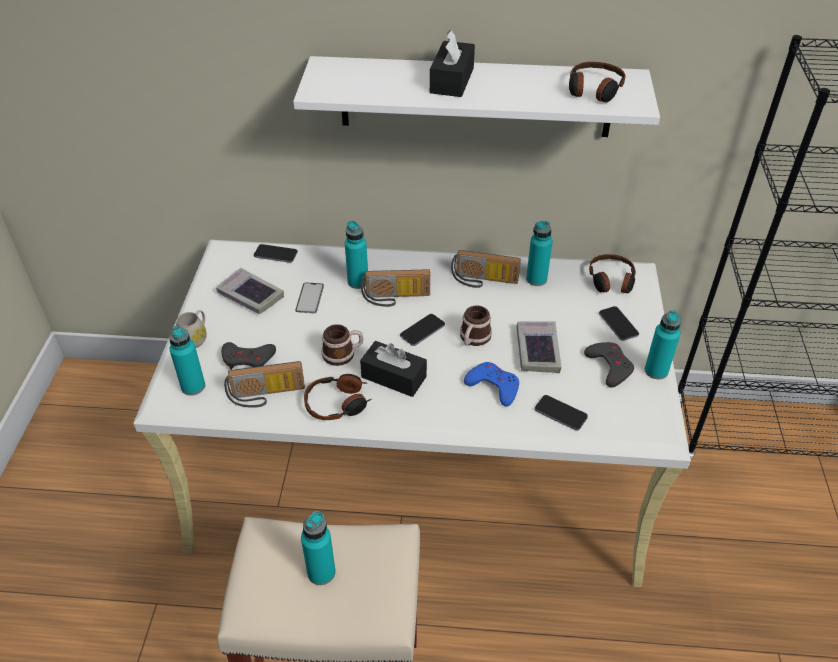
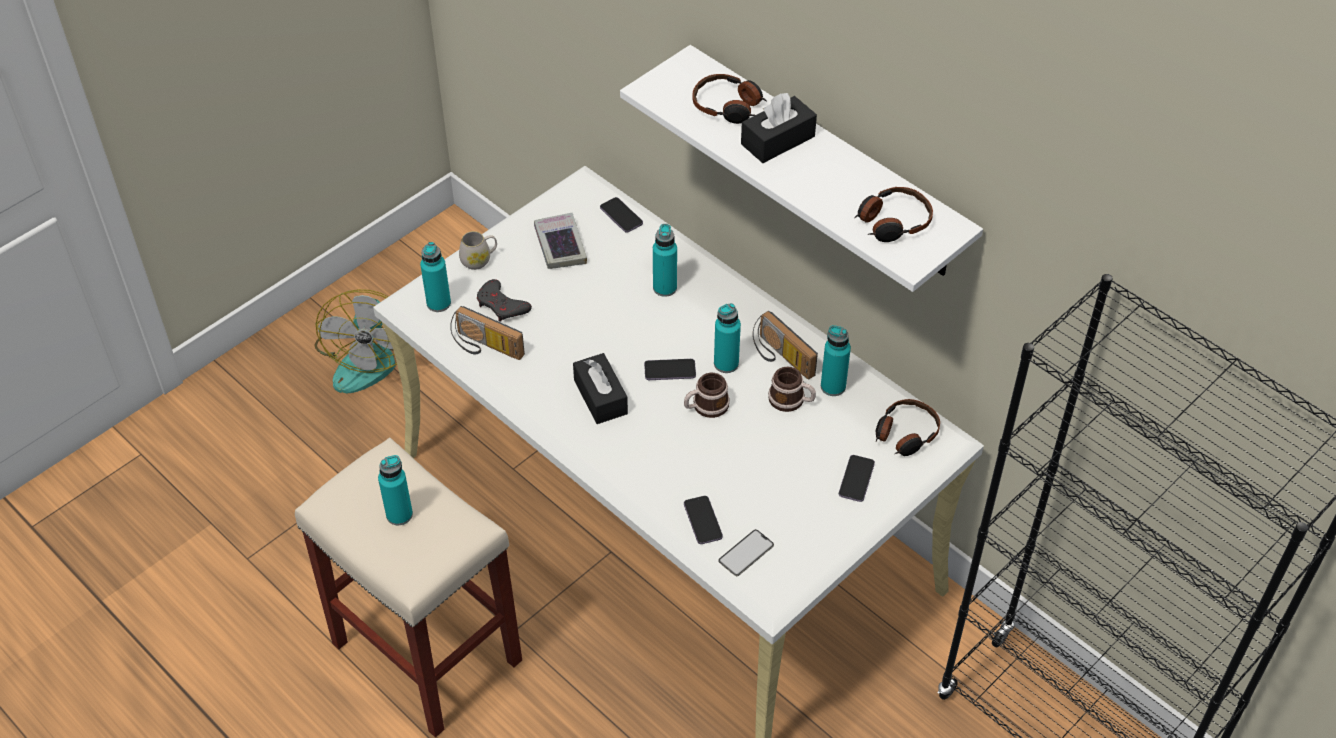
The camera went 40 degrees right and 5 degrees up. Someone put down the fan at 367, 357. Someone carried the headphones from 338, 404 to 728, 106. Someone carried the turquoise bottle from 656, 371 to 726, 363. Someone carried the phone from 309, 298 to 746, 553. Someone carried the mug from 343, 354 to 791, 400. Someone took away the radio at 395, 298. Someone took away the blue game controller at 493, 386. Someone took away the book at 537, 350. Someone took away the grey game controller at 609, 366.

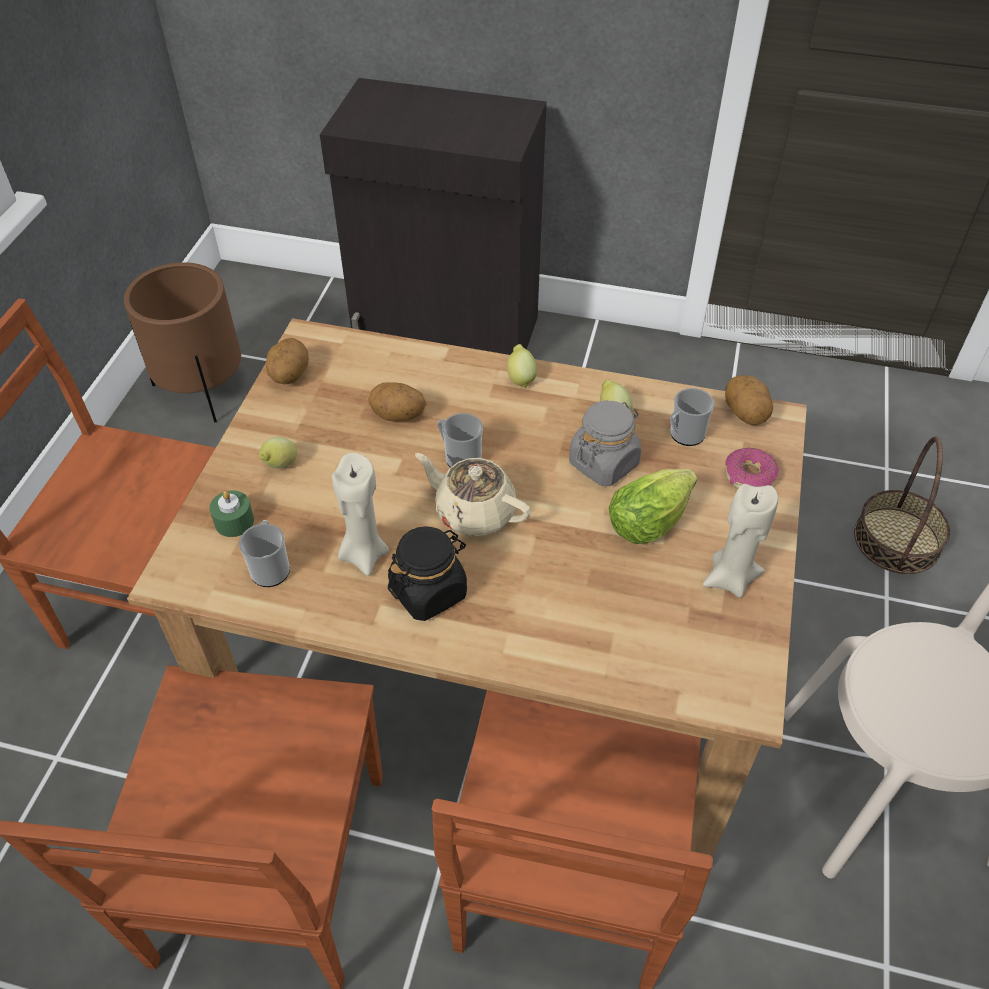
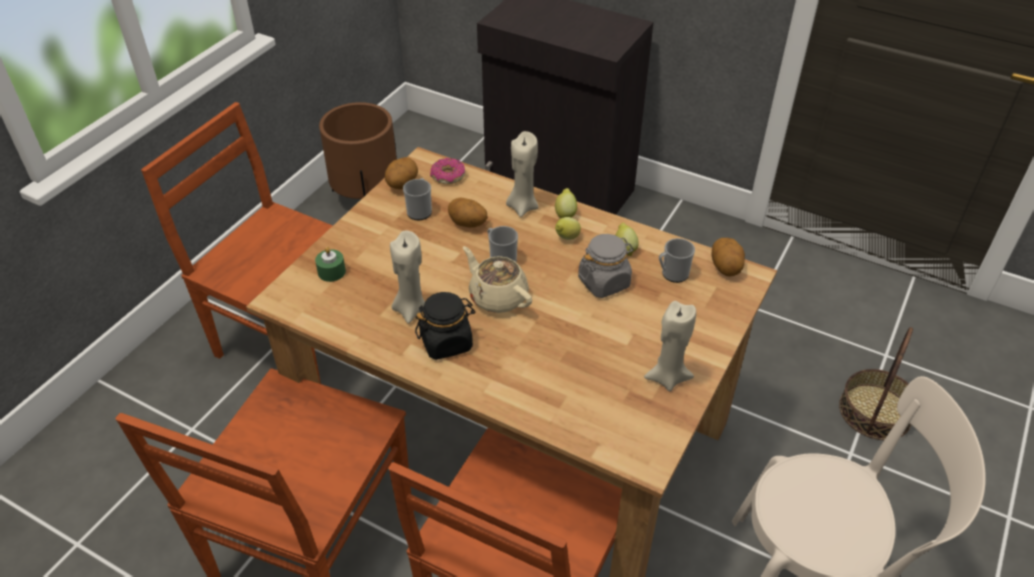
The camera went 15 degrees right and 5 degrees down. Someone carried the mug from 270, 567 to 420, 210. Someone carried the donut from 748, 476 to 448, 176. Someone put down the beige candle at 522, 206. Someone carried the lemon from 280, 466 to 566, 238. Someone took away the lettuce at 652, 519.

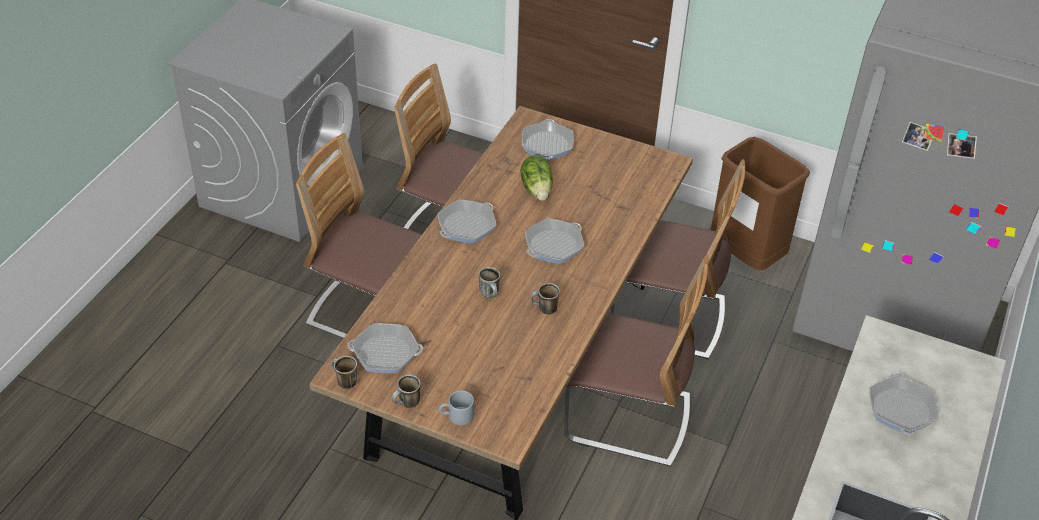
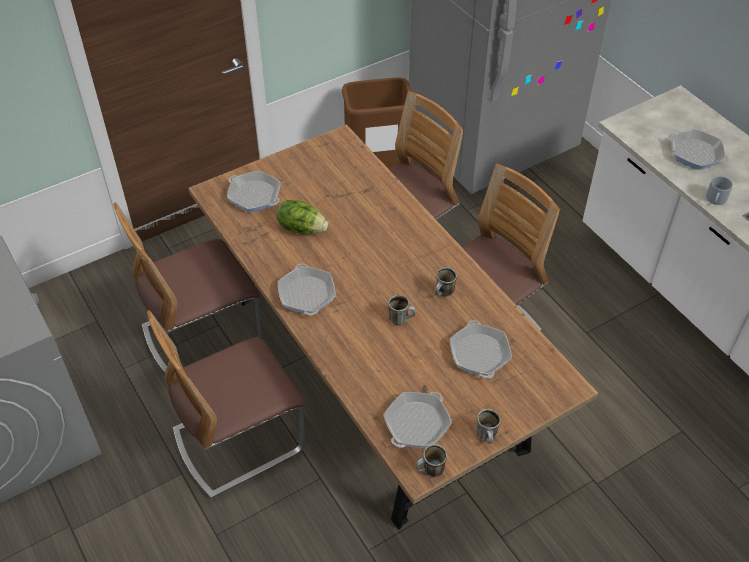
The camera went 55 degrees left and 5 degrees up. Someone carried the frying pan from 554, 246 to 479, 354. Someone carried the grey mug from 456, 416 to 716, 200.

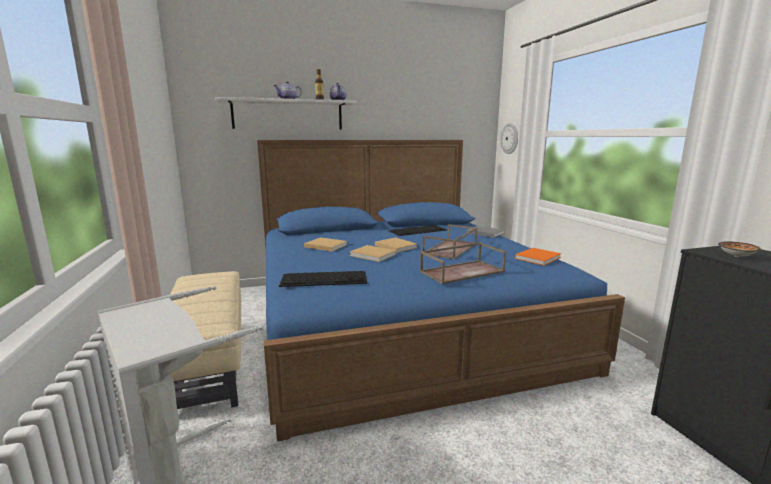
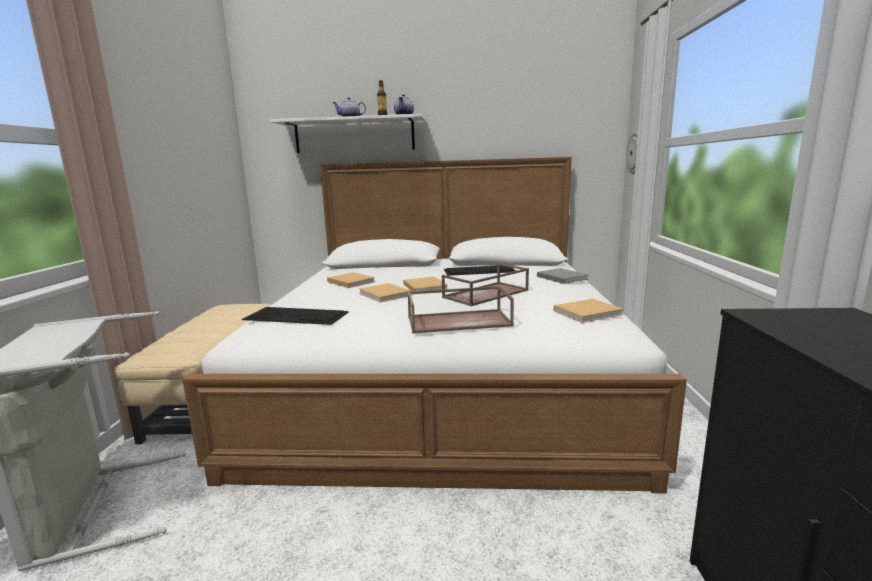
The camera went 20 degrees right and 0 degrees up. Someone repainted the blue bed at 400, 319, which became the white bed at 441, 377. Someone repainted the orange book at 538, 258, which became the beige book at 589, 312. Someone took away the bowl at 737, 256.

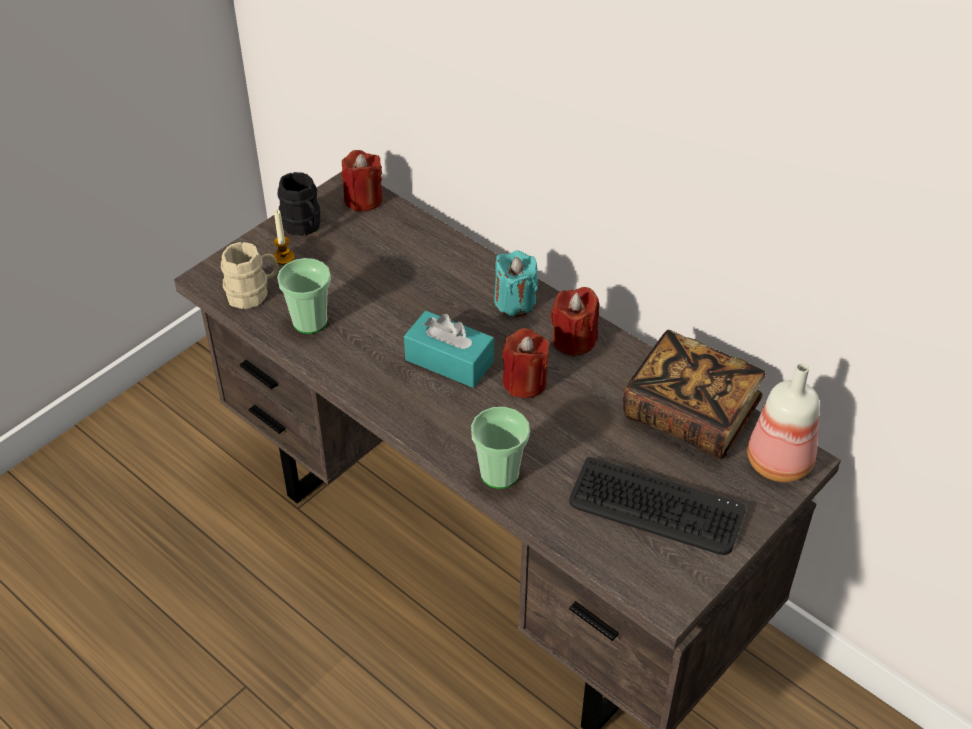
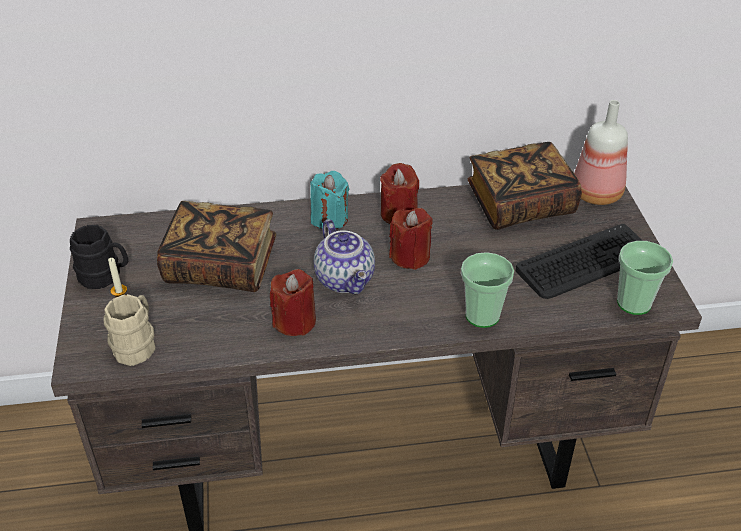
The camera went 50 degrees left and 5 degrees down. Someone put down the book at 221, 266. Someone carried the red candle from 363, 199 to 295, 321. Someone swapped the turquoise tissue box at 449, 360 for the teapot at 346, 280. Someone carried the cup from 310, 321 to 634, 303.

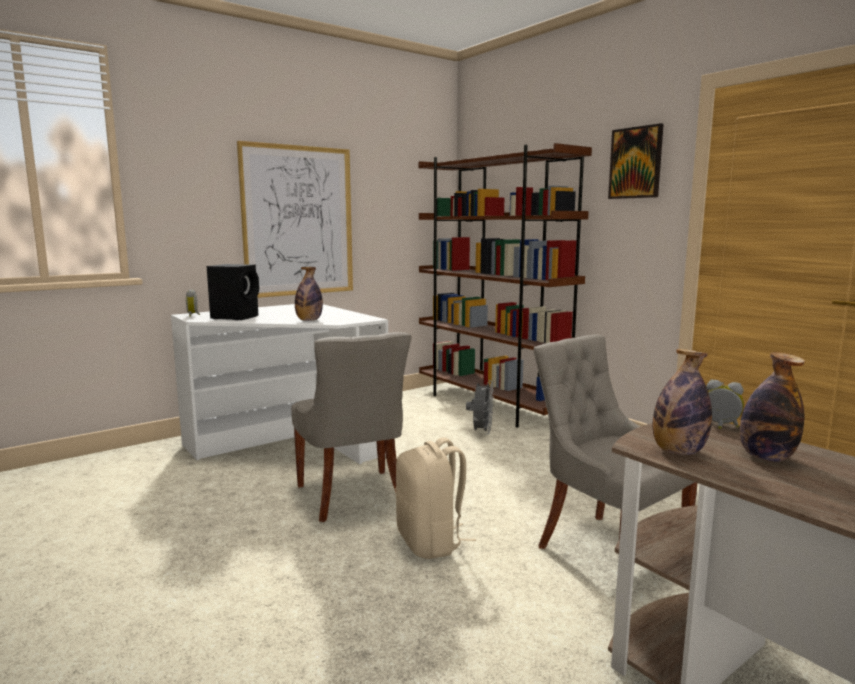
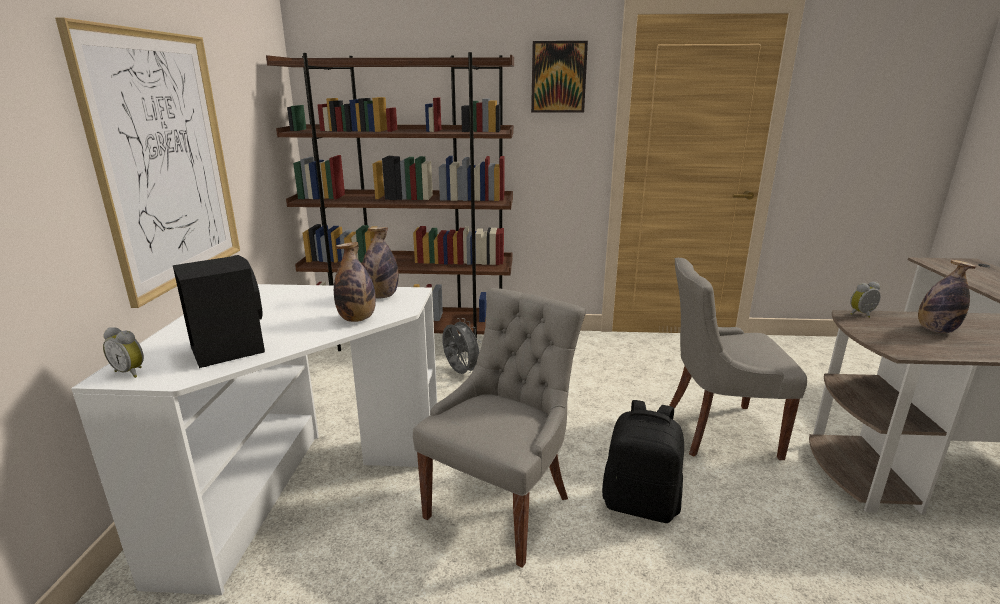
The camera went 50 degrees left and 10 degrees up. Someone carried the bottle from 678, 452 to 381, 296. Someone rotated the grey chair at 353, 496 by 75 degrees counterclockwise. Someone repainted the beige backpack at 431, 542, which became the black backpack at 640, 503.

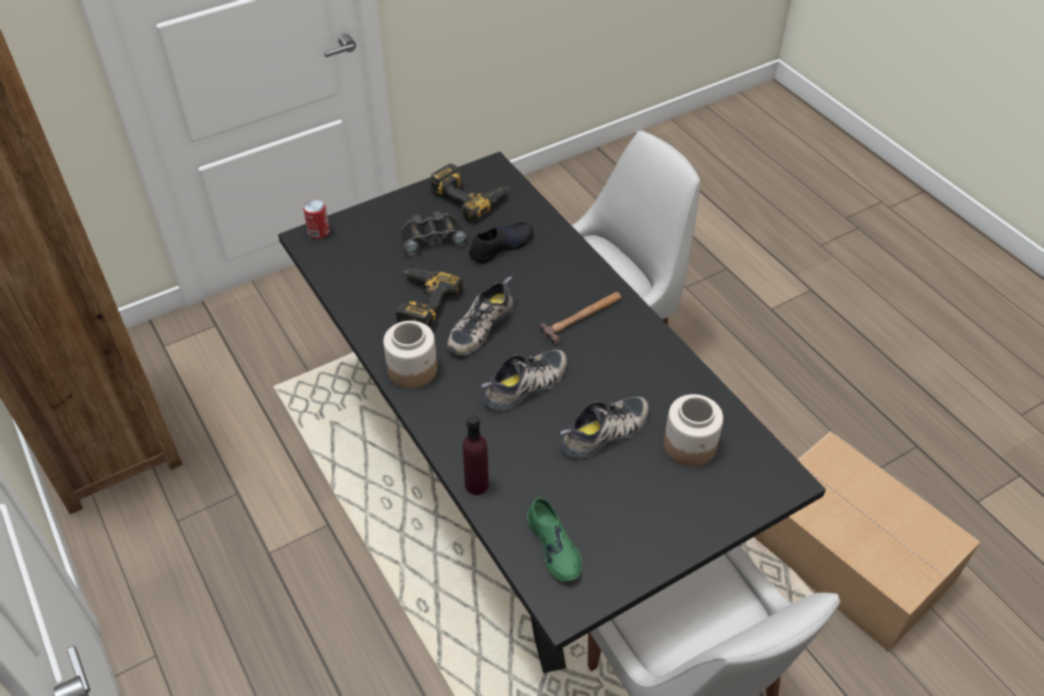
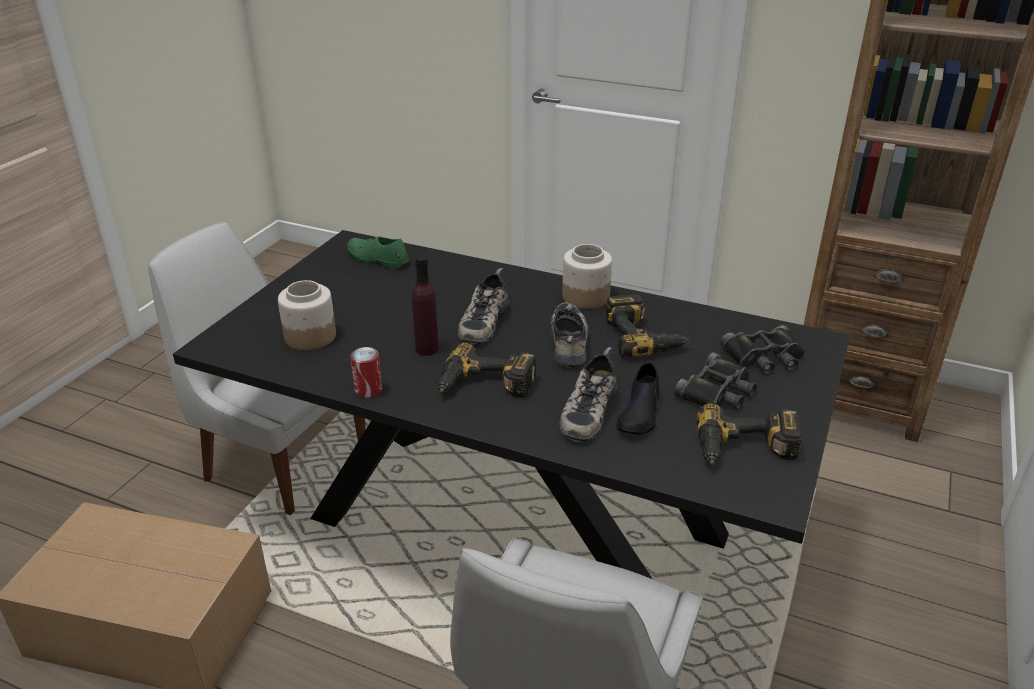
The camera went 145 degrees right and 15 degrees down. Someone carried the can from 319, 232 to 368, 390. Someone carried the purple bottle from 477, 485 to 427, 349. Someone swapped the hammer at 583, 317 for the power drill at 484, 386. Someone carried the shoe from 605, 434 to 587, 409. Someone put down the black binoculars at 765, 357.

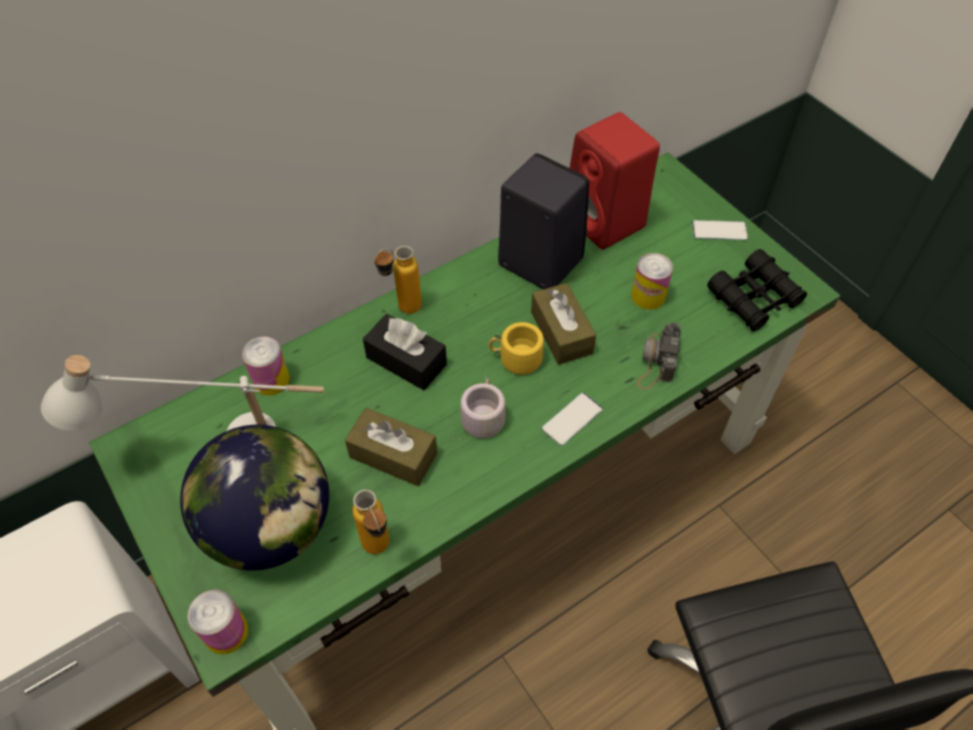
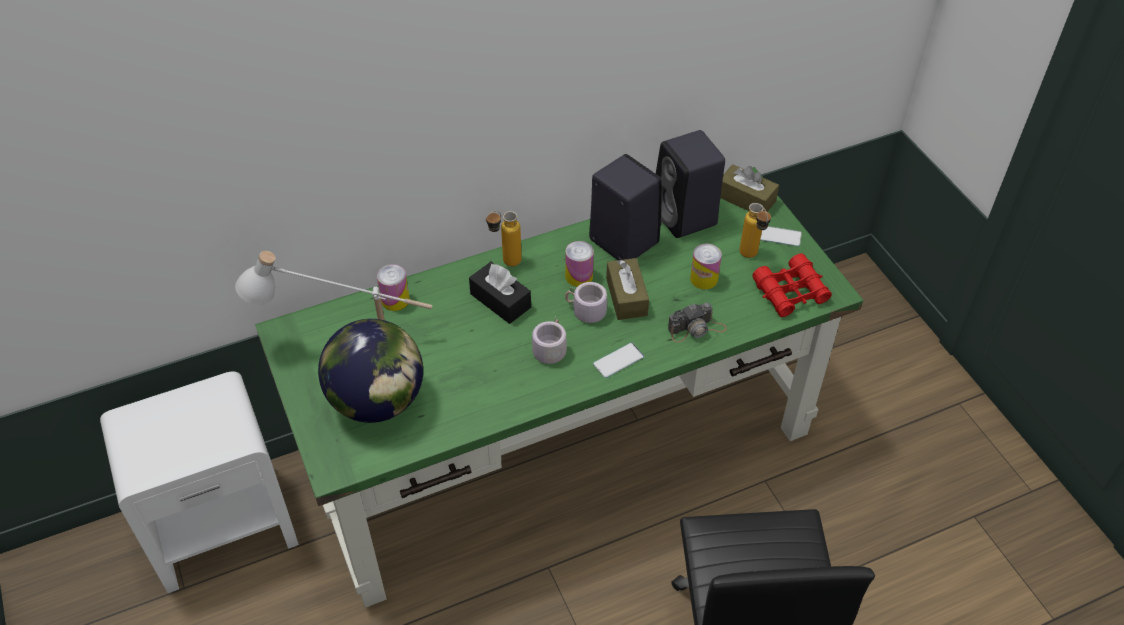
The camera went 10 degrees right and 5 degrees down. Someone carried the can from 226, 632 to 579, 276. Someone repainted the yellow mug at 515, 361, which became the grey mug at 585, 313. Someone repainted the red speaker at 606, 222, which became the black speaker at 686, 217. Someone rotated the photo camera at 657, 362 by 135 degrees counterclockwise. Someone carried the brown tissue box from 393, 455 to 746, 199. Someone carried the bottle from 380, 552 to 751, 257. Someone repainted the black binoculars at 754, 298, which became the red binoculars at 790, 292.

